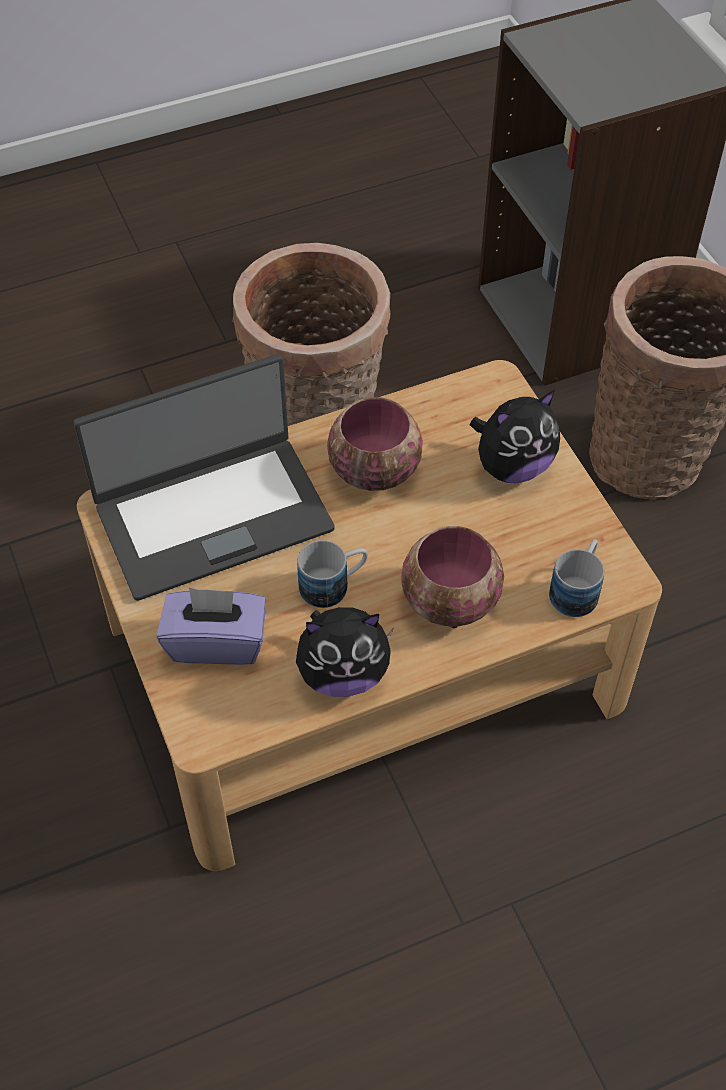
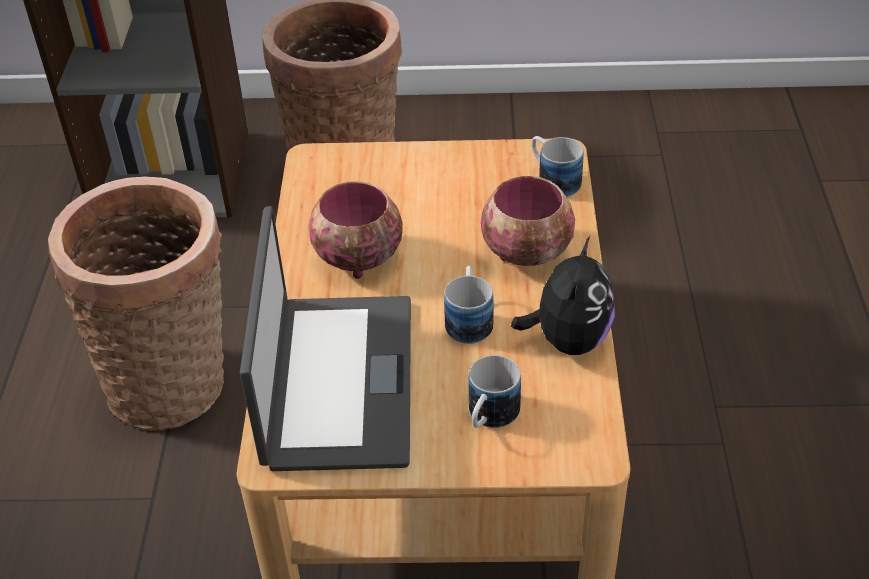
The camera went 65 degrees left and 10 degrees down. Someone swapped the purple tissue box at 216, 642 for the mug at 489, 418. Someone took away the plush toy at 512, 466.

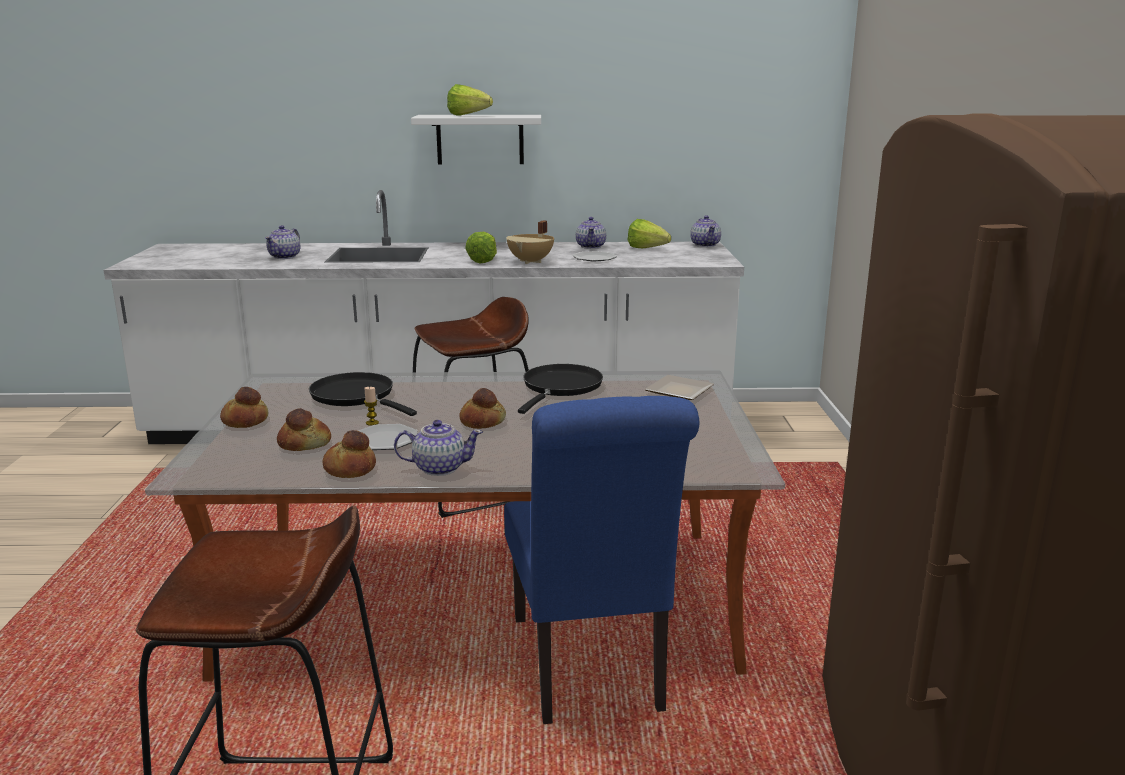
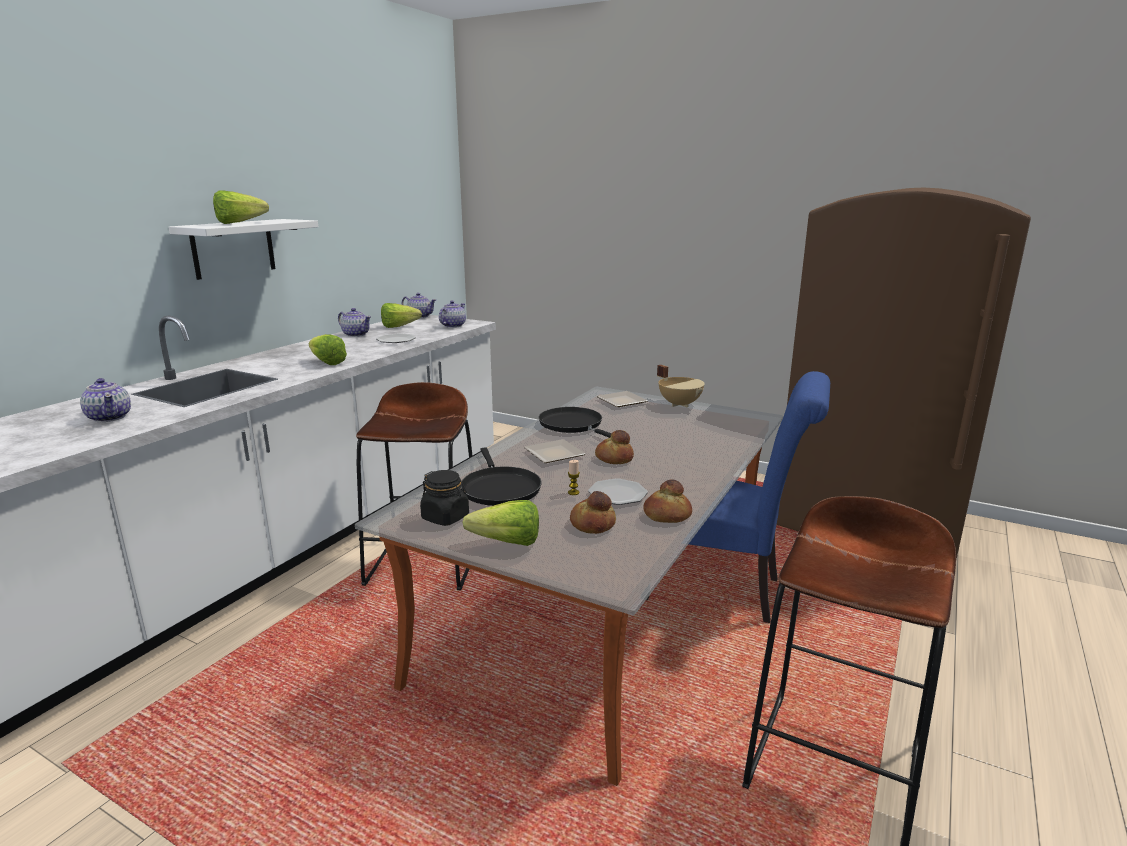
The camera went 60 degrees left and 0 degrees up. Someone put down the black jar at 445, 517. Someone carried the teapot from 439, 468 to 452, 326. Someone rotated the black frying pan at 356, 396 by 90 degrees counterclockwise. Someone swapped the bread at 244, 420 for the lettuce at 501, 542. Someone put down the plate at 552, 454. Someone carried the beige cooking pot from 531, 261 to 680, 404.

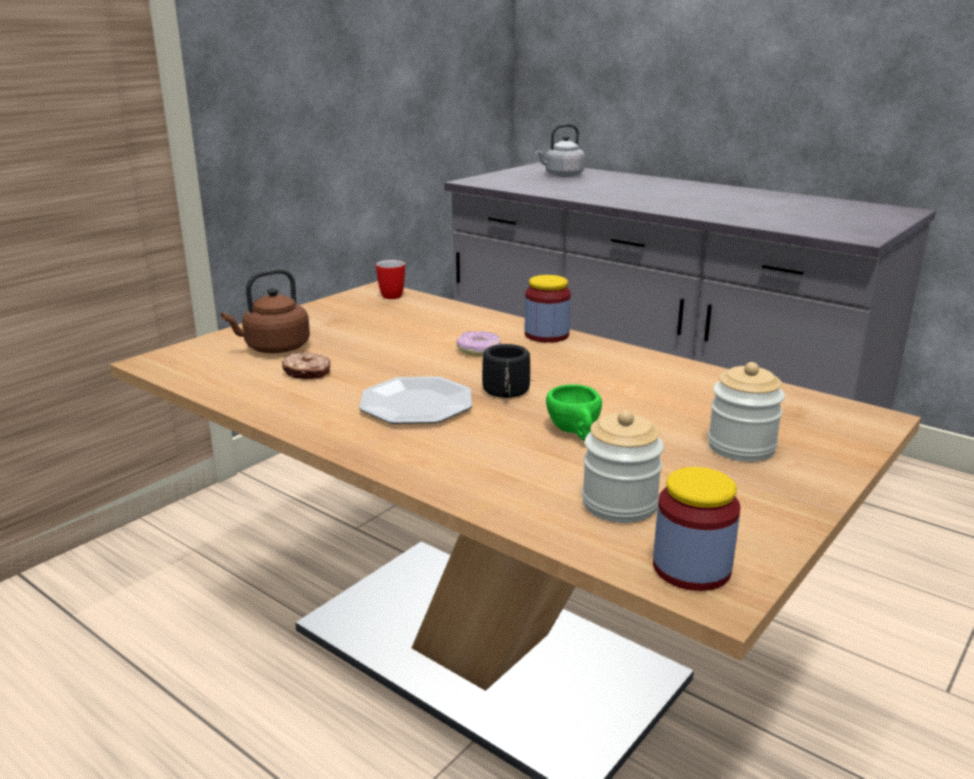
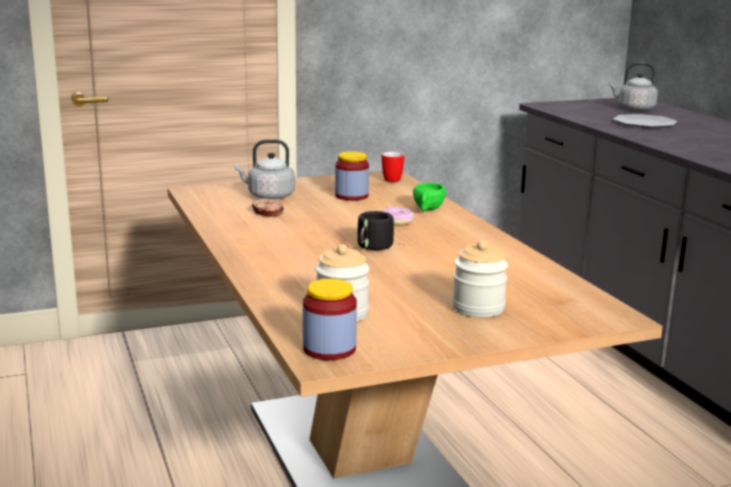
The camera went 30 degrees right and 5 degrees down. Someone repainted the brown kettle at 274, 348, which became the grey kettle at 268, 196. Someone carried the jar from 546, 335 to 351, 196. Someone carried the green cup from 575, 433 to 427, 210. Someone carried the plate from 416, 404 to 644, 123.

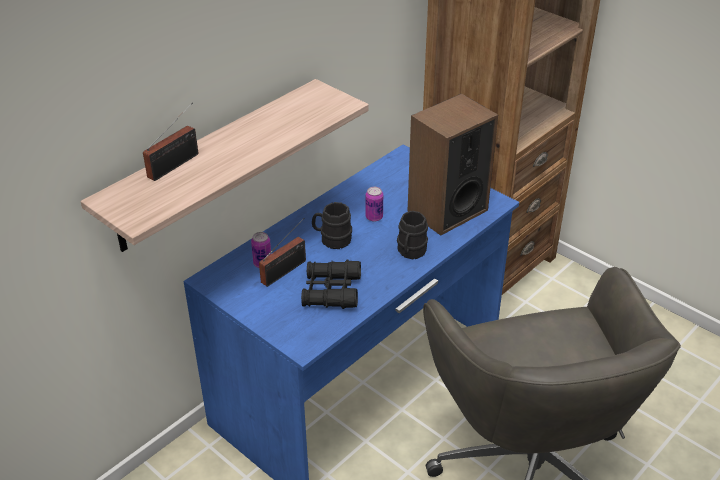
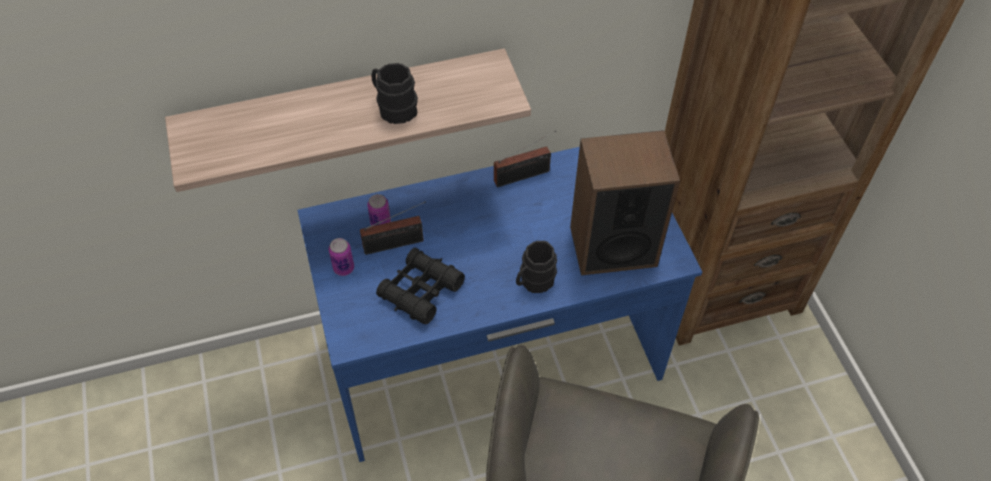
The camera went 30 degrees right and 15 degrees up. Someone carried the can from 374, 217 to 343, 268. Someone carried the black mug from 332, 239 to 393, 108. Someone carried the radio from 176, 164 to 525, 175.

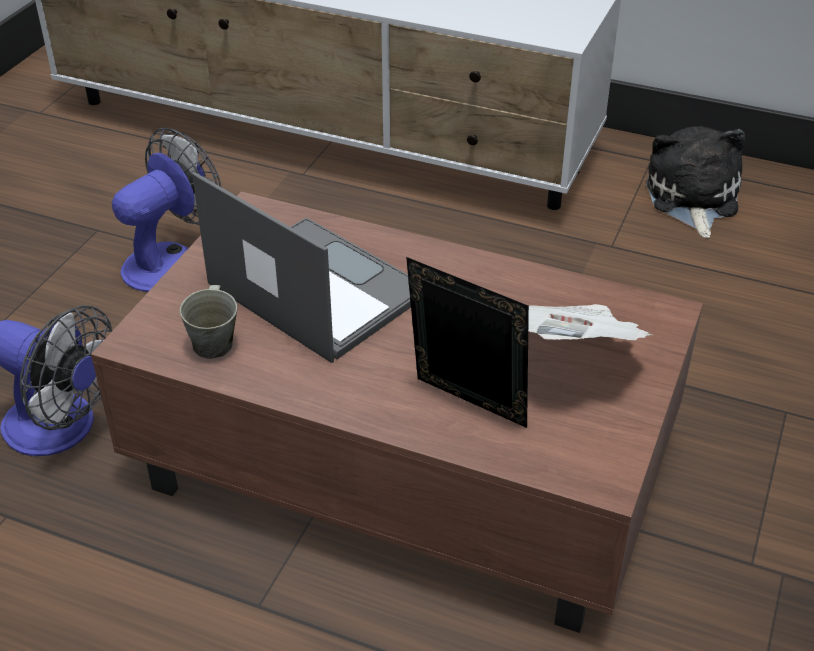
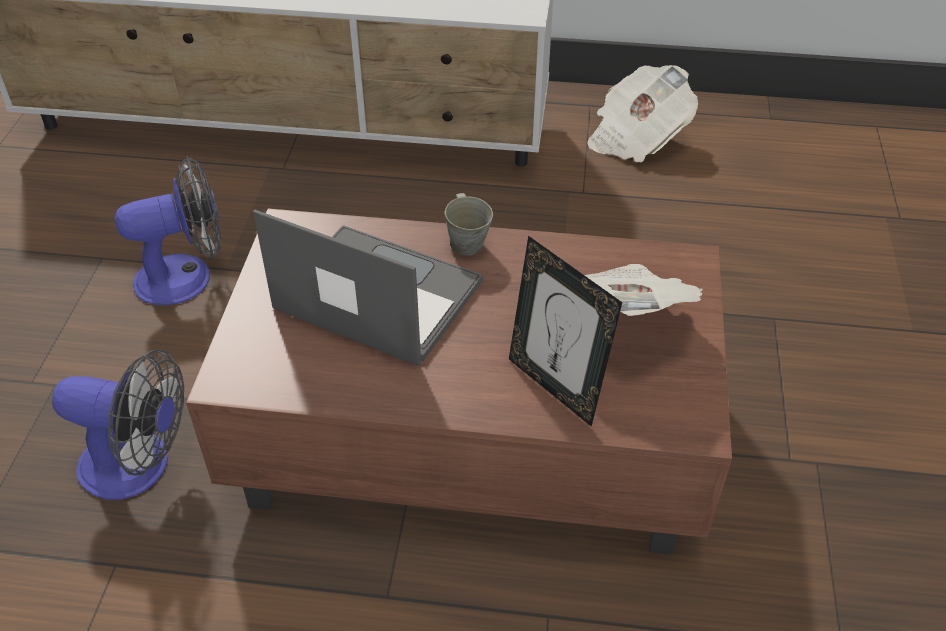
The camera went 15 degrees left and 5 degrees up. Someone rotated the fan at 172, 260 by 45 degrees clockwise. Someone carried the grey mug from 214, 343 to 467, 243. Someone rotated the picture frame at 465, 409 by 150 degrees counterclockwise. Someone swapped the plush toy at 692, 199 for the newspaper at 636, 137.

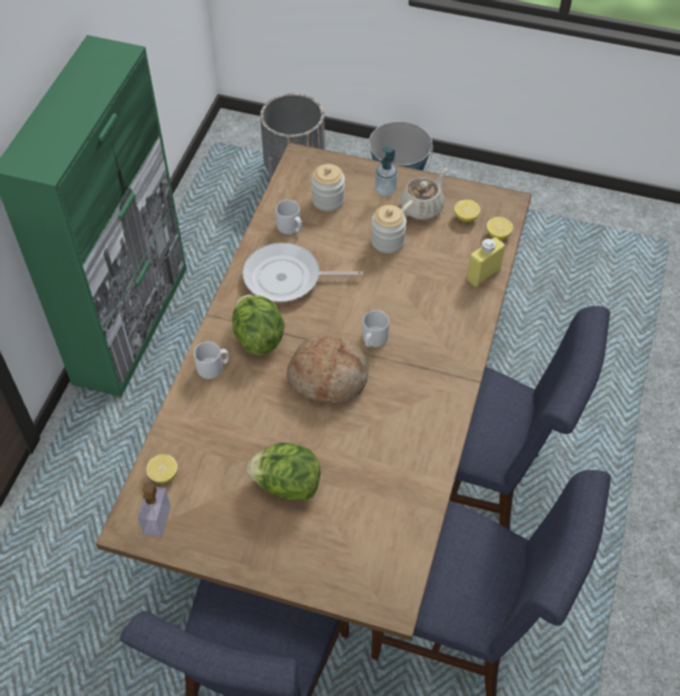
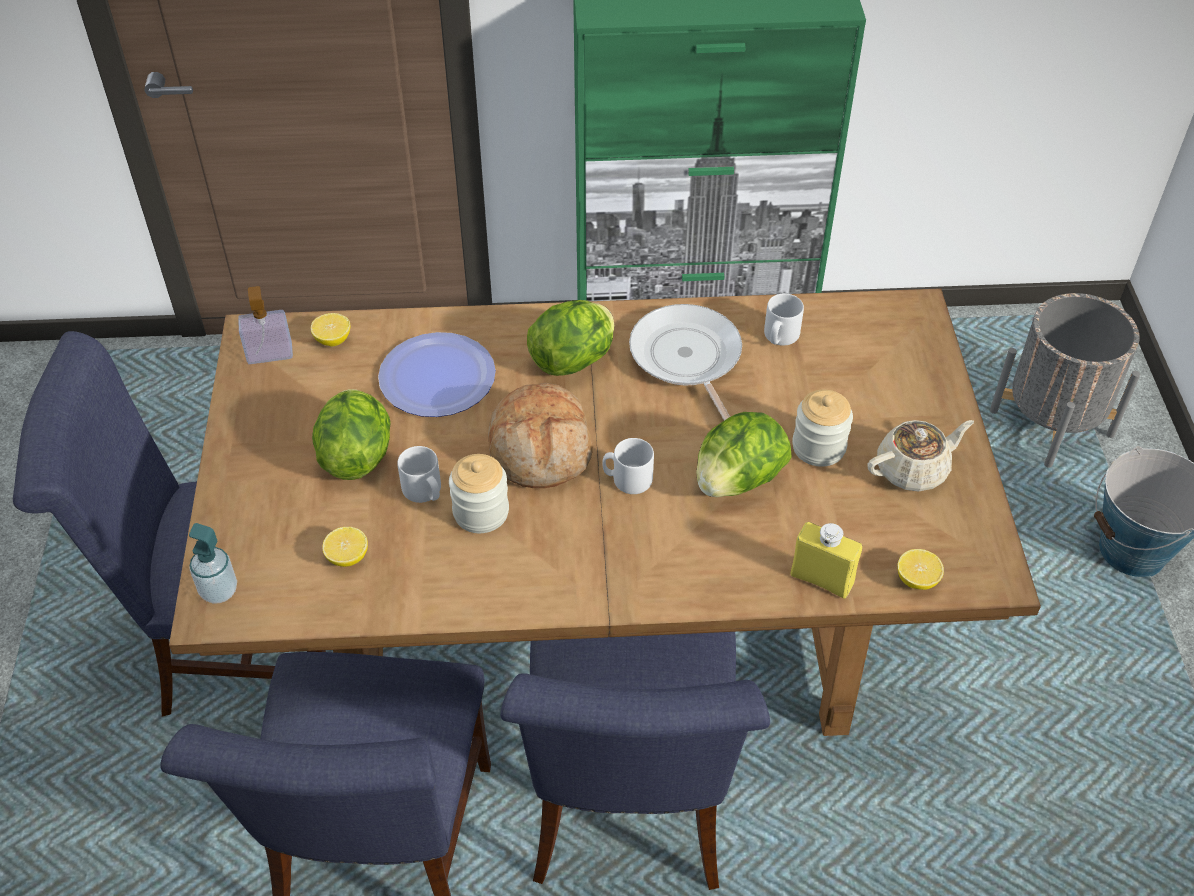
The camera went 70 degrees right and 5 degrees down. Someone carried the soap dispenser from 385, 190 to 219, 591. Someone carried the lemon from 466, 217 to 347, 557. Someone put down the plate at 437, 377. Someone carried the grey mug from 213, 367 to 424, 491. Someone carried the jar from 328, 200 to 481, 512. Someone put down the lettuce at 738, 480. Someone rotated the beige teapot at 422, 207 by 45 degrees counterclockwise.

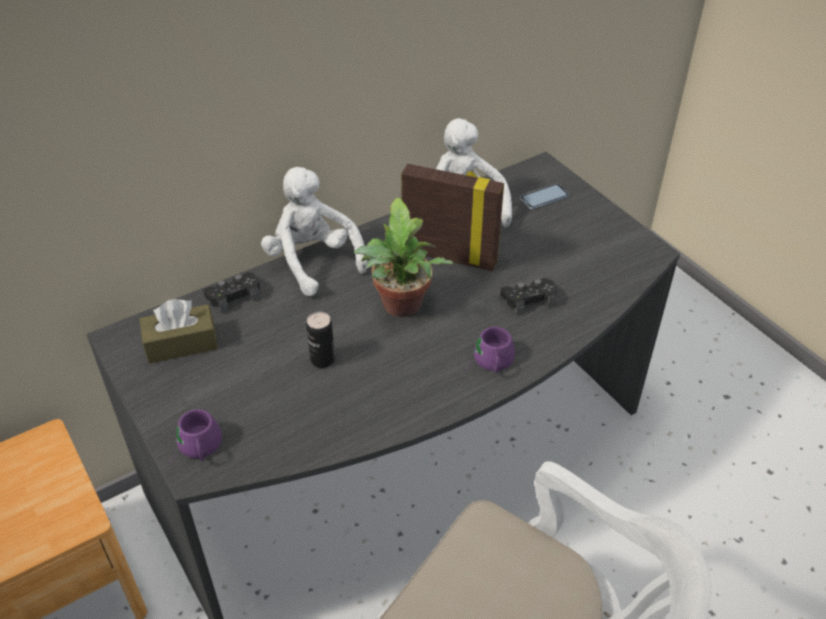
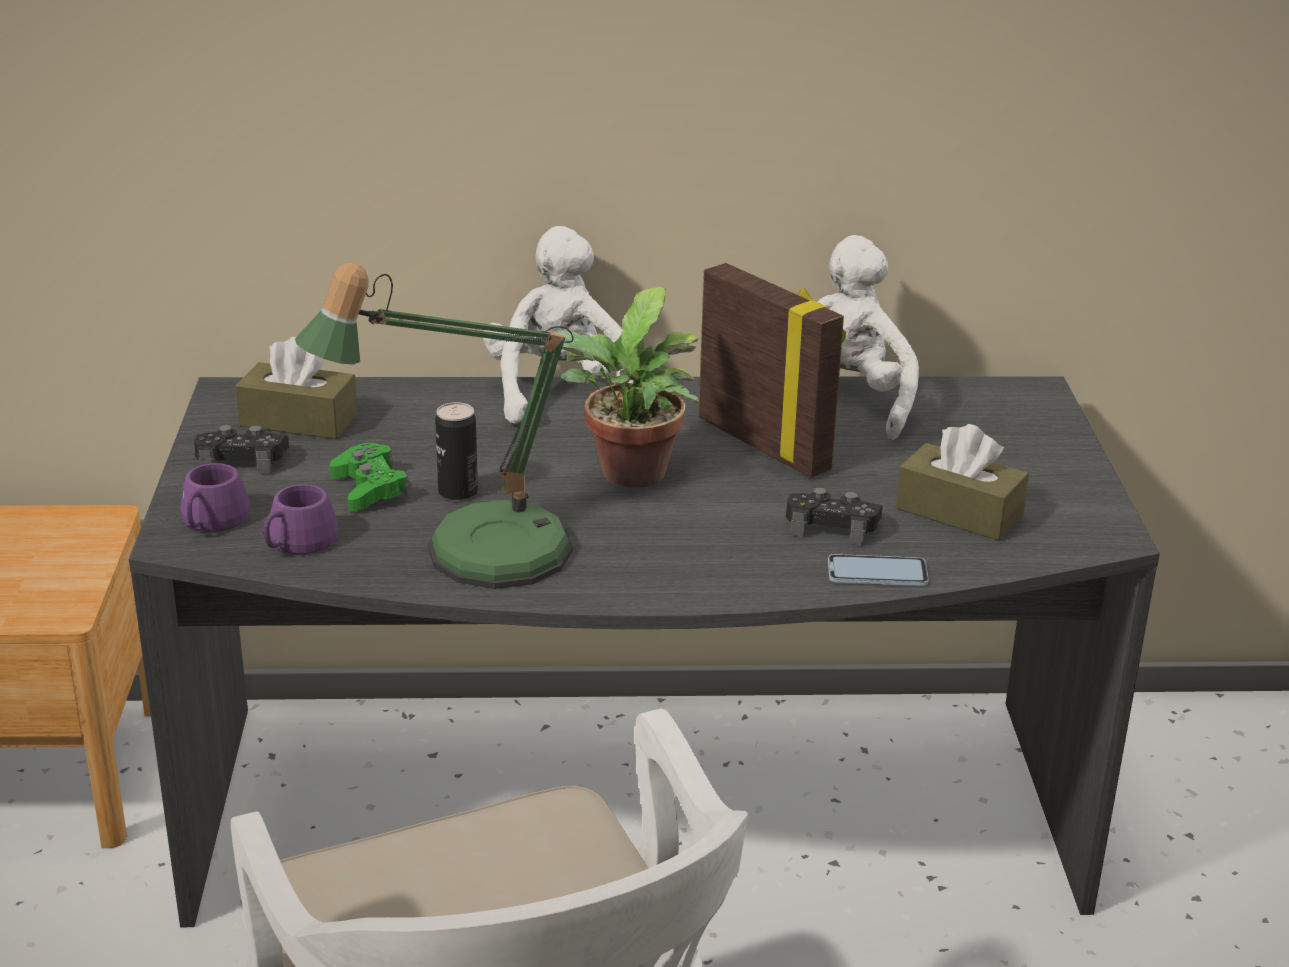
The camera went 30 degrees right and 15 degrees down. Someone carried the black game controller from 234, 296 to 242, 460. Someone carried the purple mug from 489, 361 to 291, 541. Someone put down the table lamp at 473, 554. Someone put down the green game controller at 369, 489. Someone carried the phone from 544, 197 to 877, 573. Someone put down the brown tissue box at 959, 512.

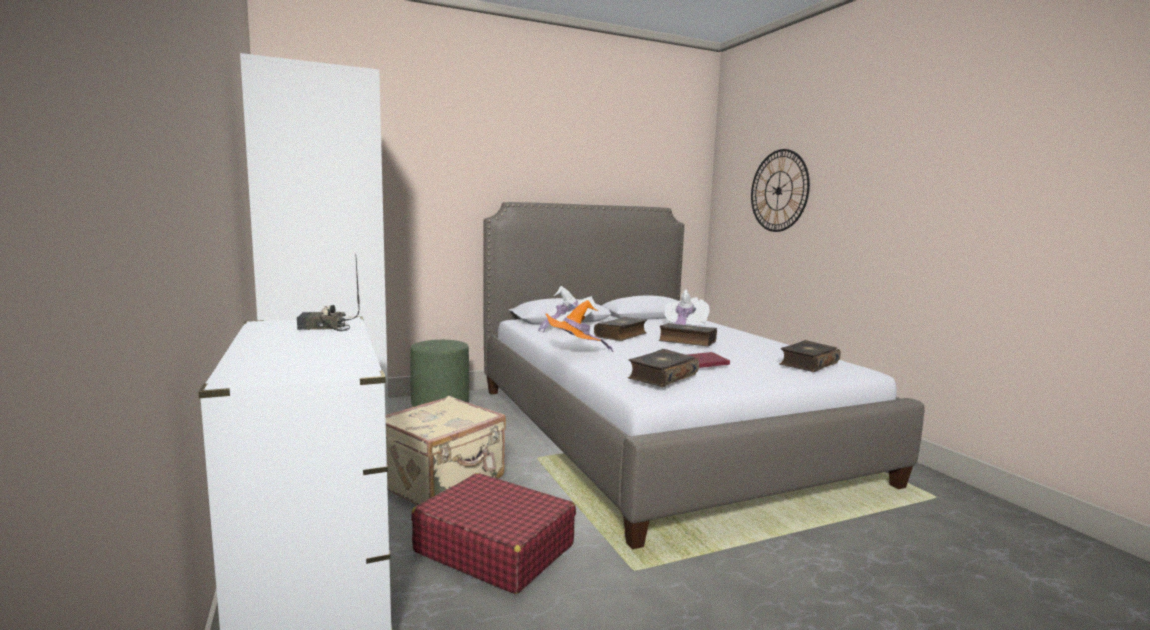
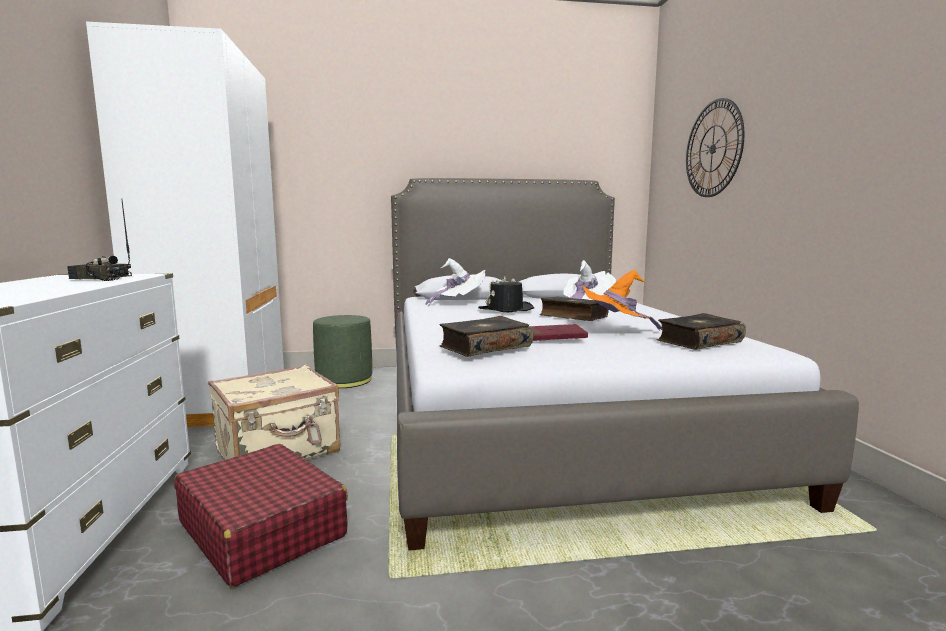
The camera went 15 degrees right and 0 degrees up. Someone swapped the book at 621, 335 for the black hat at 506, 310. Someone carried the orange hat from 574, 352 to 617, 332.

